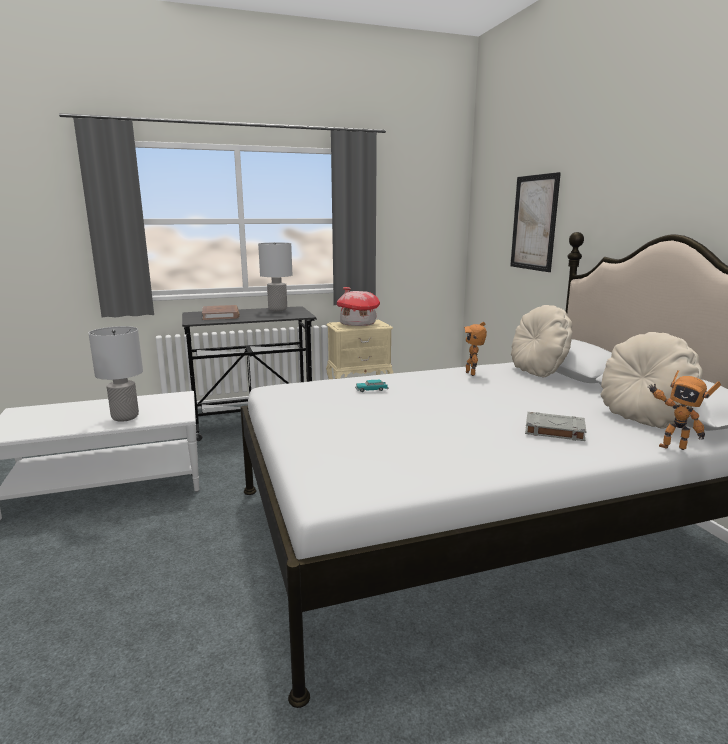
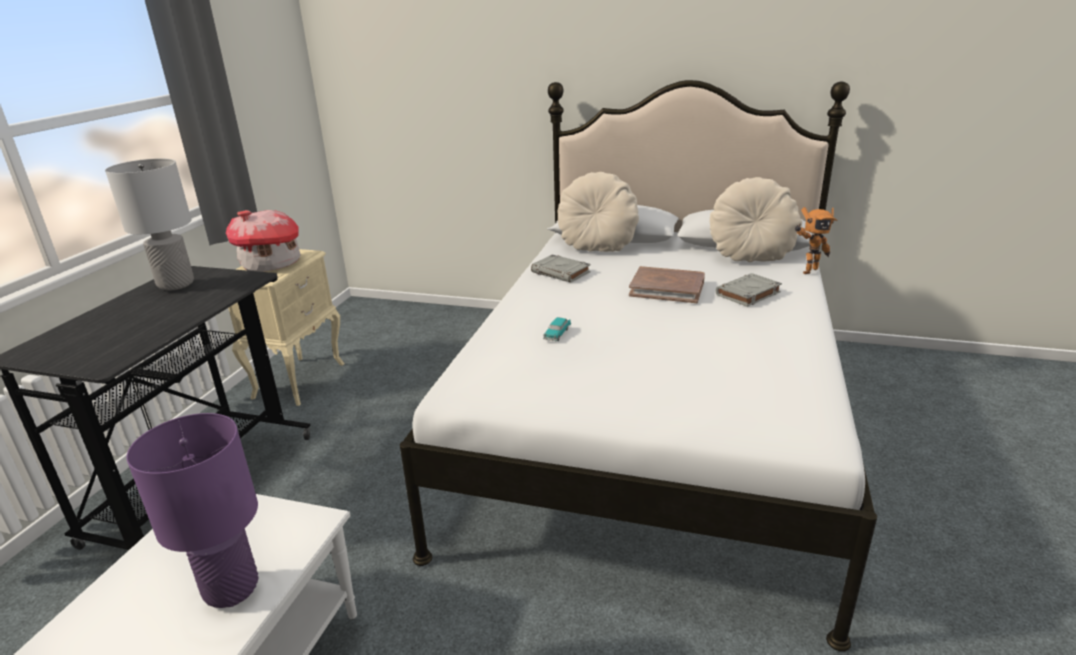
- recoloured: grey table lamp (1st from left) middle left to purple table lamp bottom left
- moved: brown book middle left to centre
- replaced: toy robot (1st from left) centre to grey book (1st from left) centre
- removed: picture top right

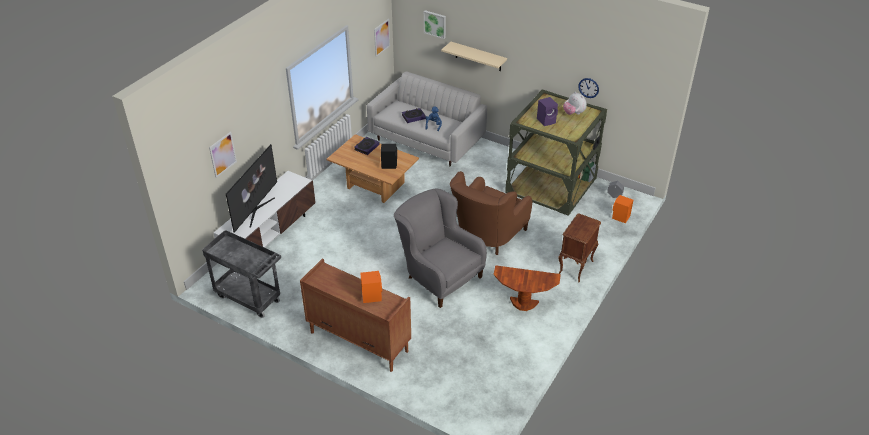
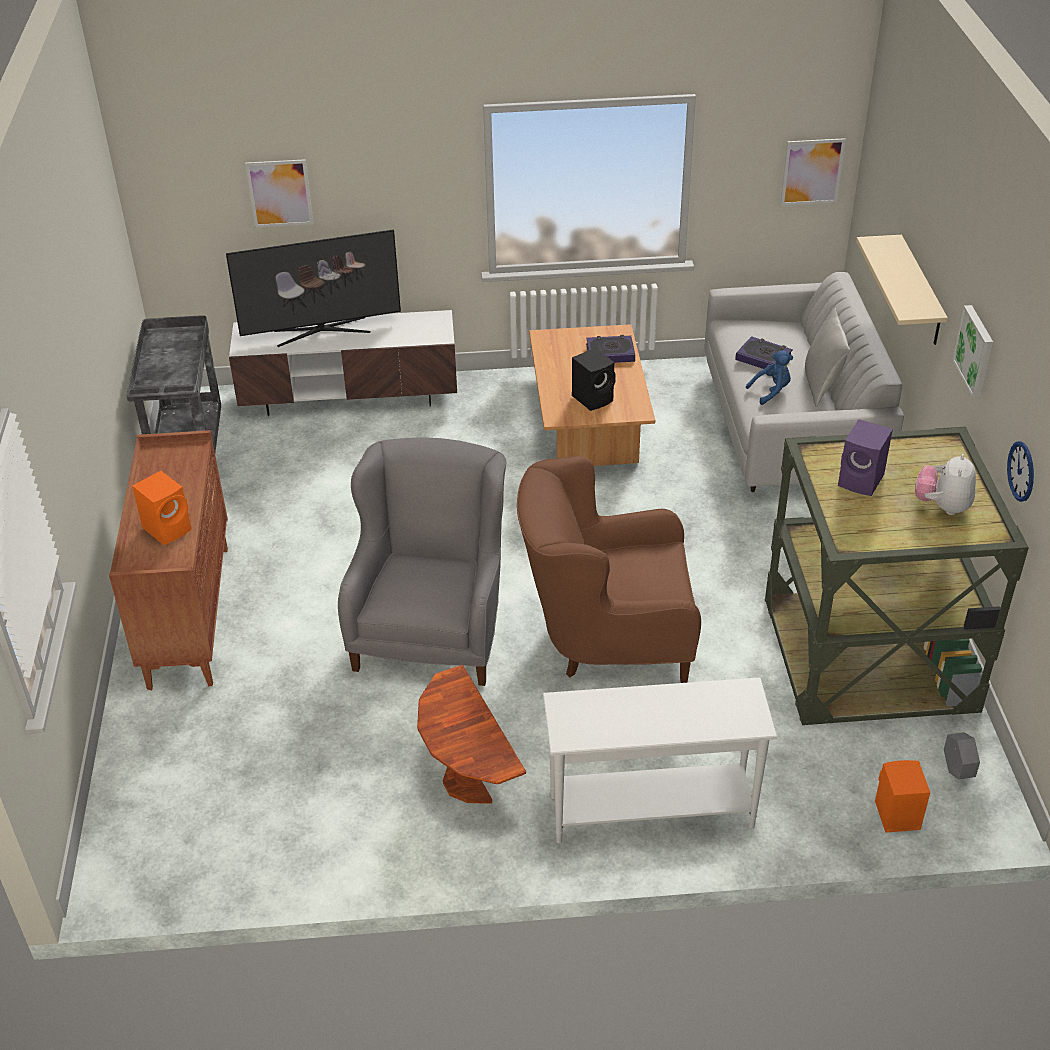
- moved: picture (3rd from left) top centre to middle right
- replaced: brown nightstand centre to white console table bottom centre
- added: grey pillow middle right

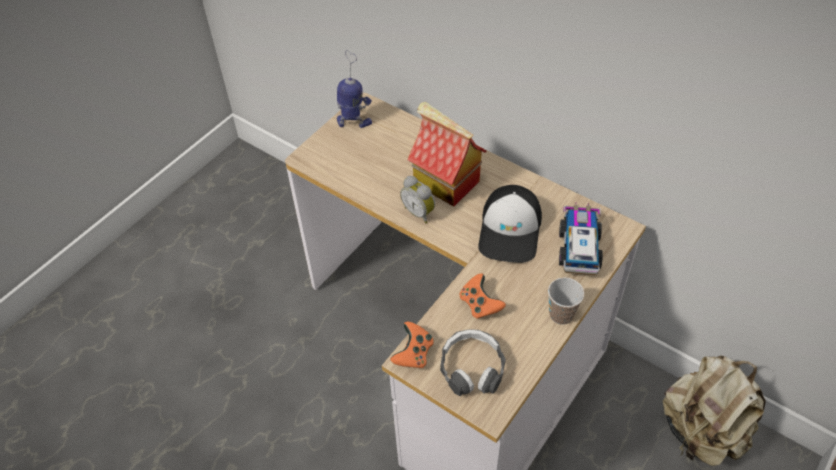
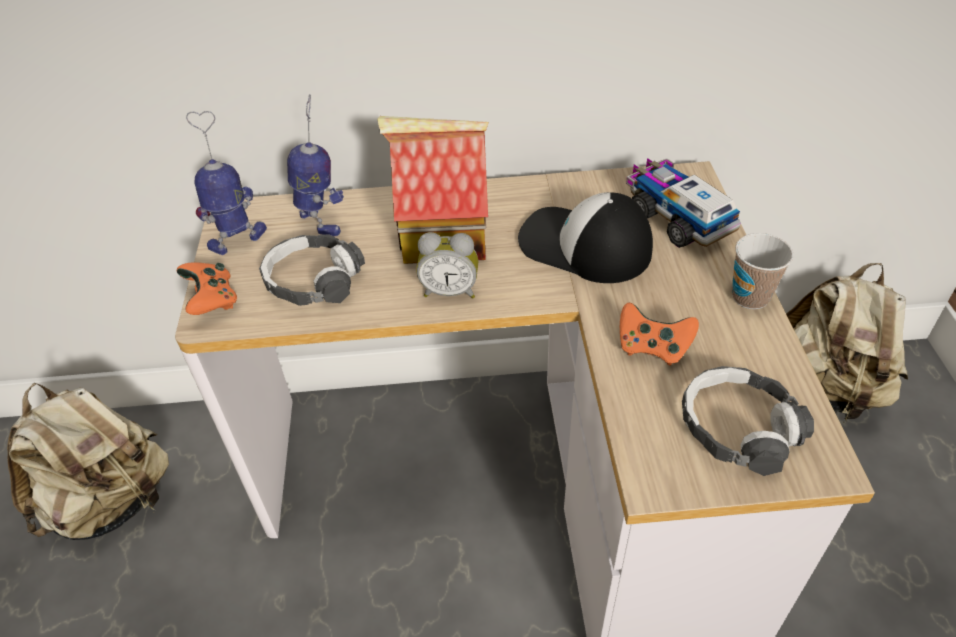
- moved: orange game controller (1st from left) bottom centre to middle left
- turned: cap centre = centre 150 degrees clockwise
- added: beige backpack (1st from left) bottom left
- added: headphones (1st from left) middle left
- added: toy robot (2nd from left) top left

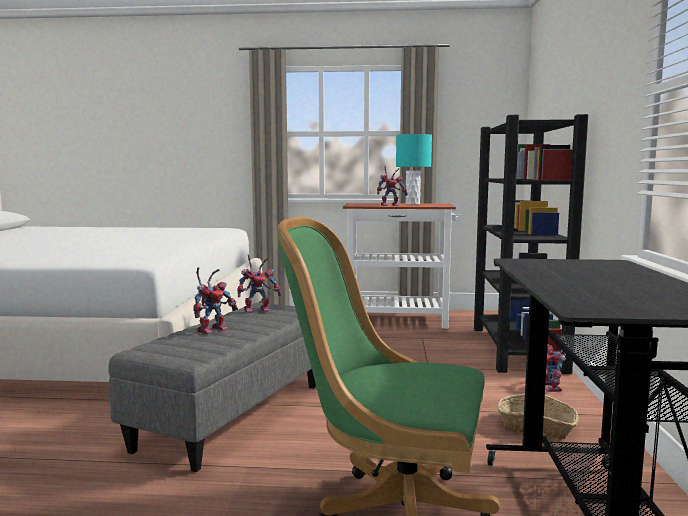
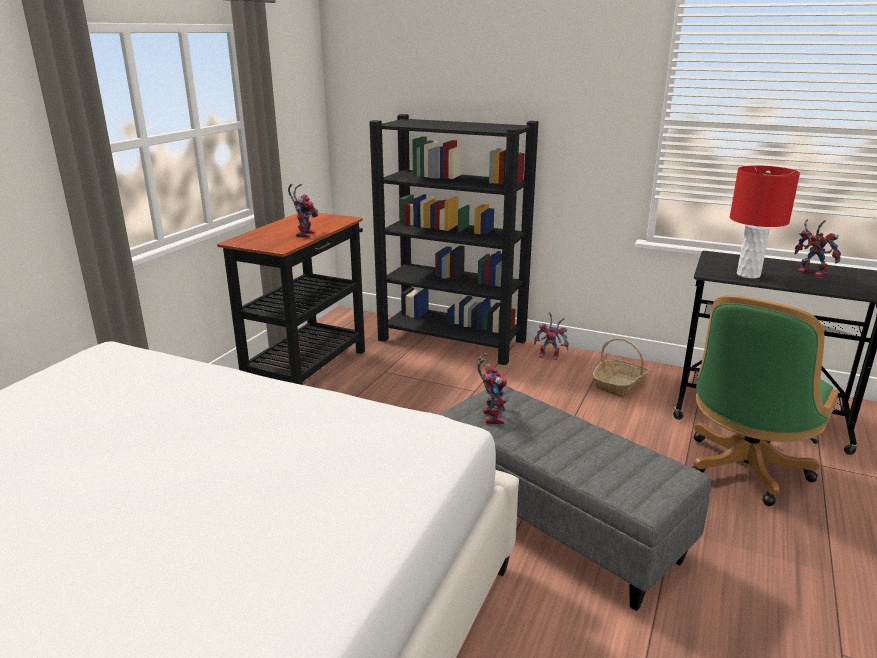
- moved: toy robot (1st from left in the first image) middle left to toy robot (4th from left) middle right
- recoloured: white cart centre to black cart middle left
- removed: turquoise table lamp top centre
- added: red table lamp middle right

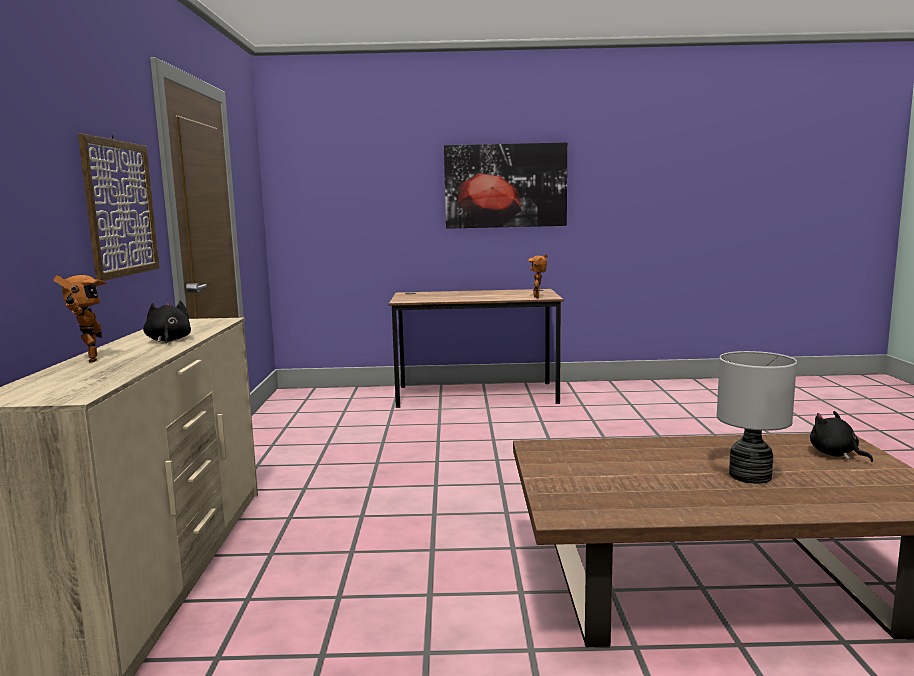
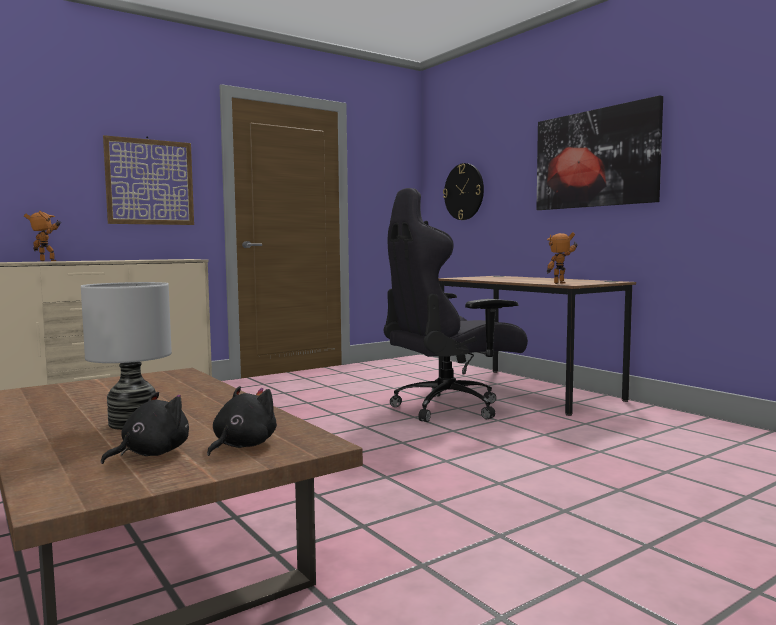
- turned: toy robot (1st from left) middle left = middle left 120 degrees counterclockwise
- moved: black plush toy (1st from left) middle left to bottom left
- added: black office chair centre
- added: wall clock top centre

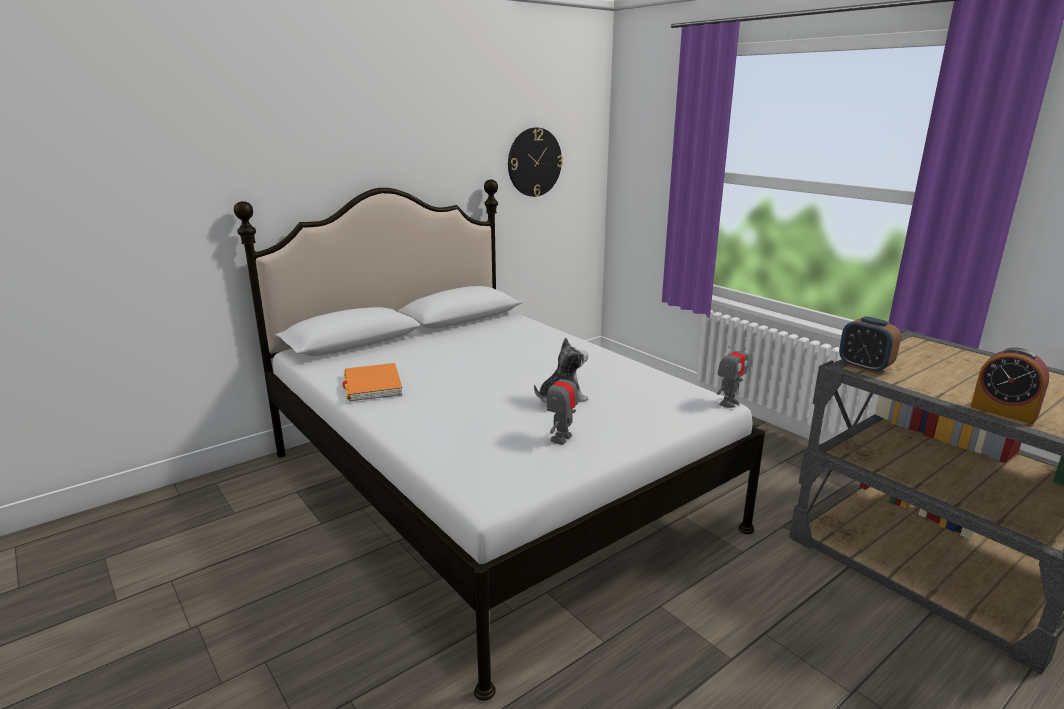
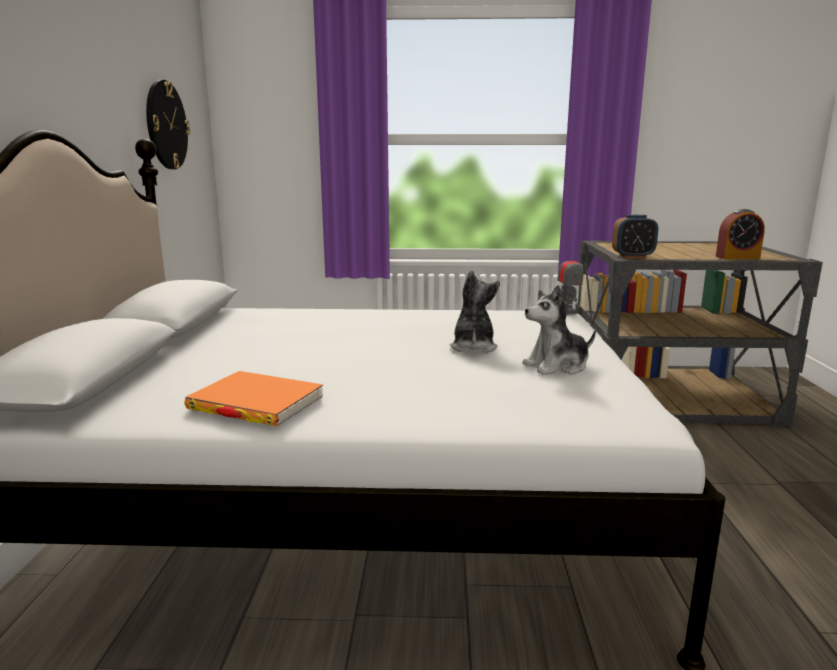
- replaced: toy robot (1st from left) centre to plush toy (2nd from left) middle right

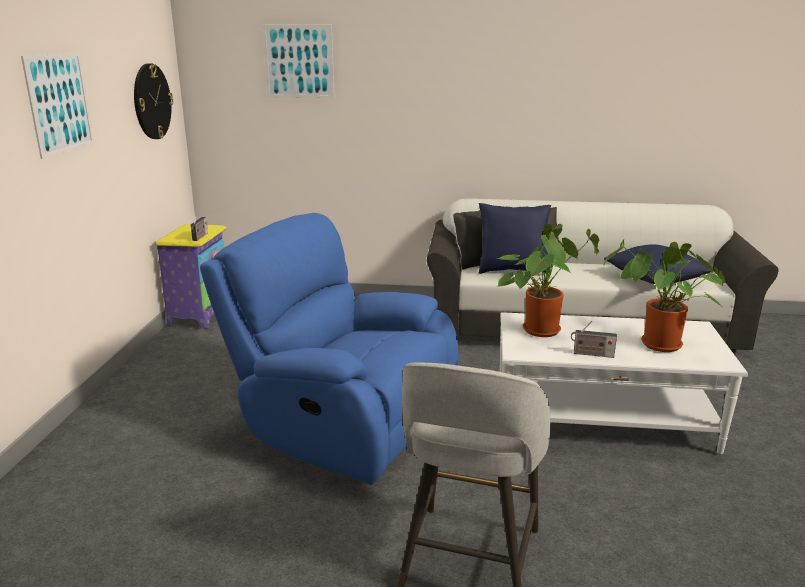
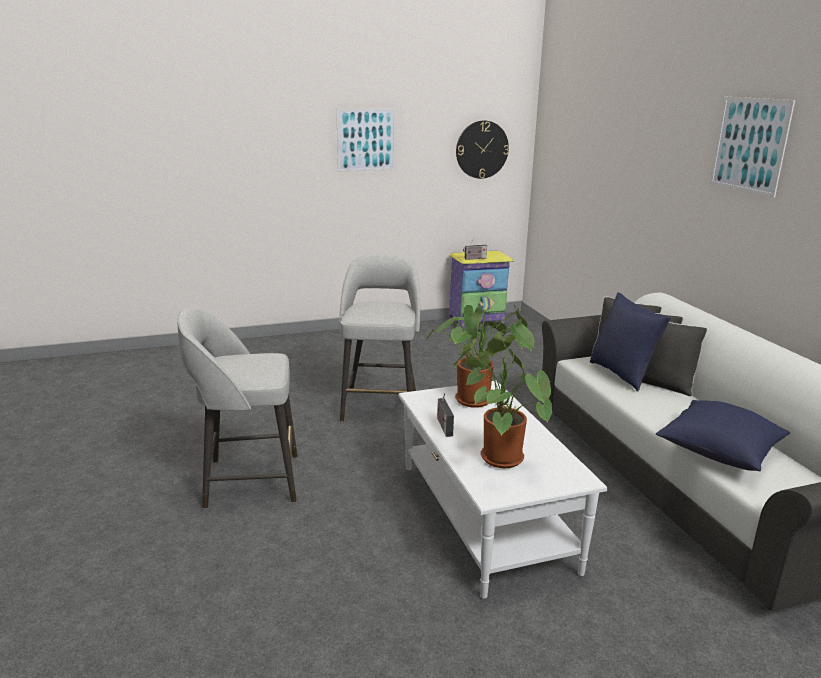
- replaced: blue armchair centre to grey stool (2nd from left) centre
- moved: picture (2nd from left) top centre to top right

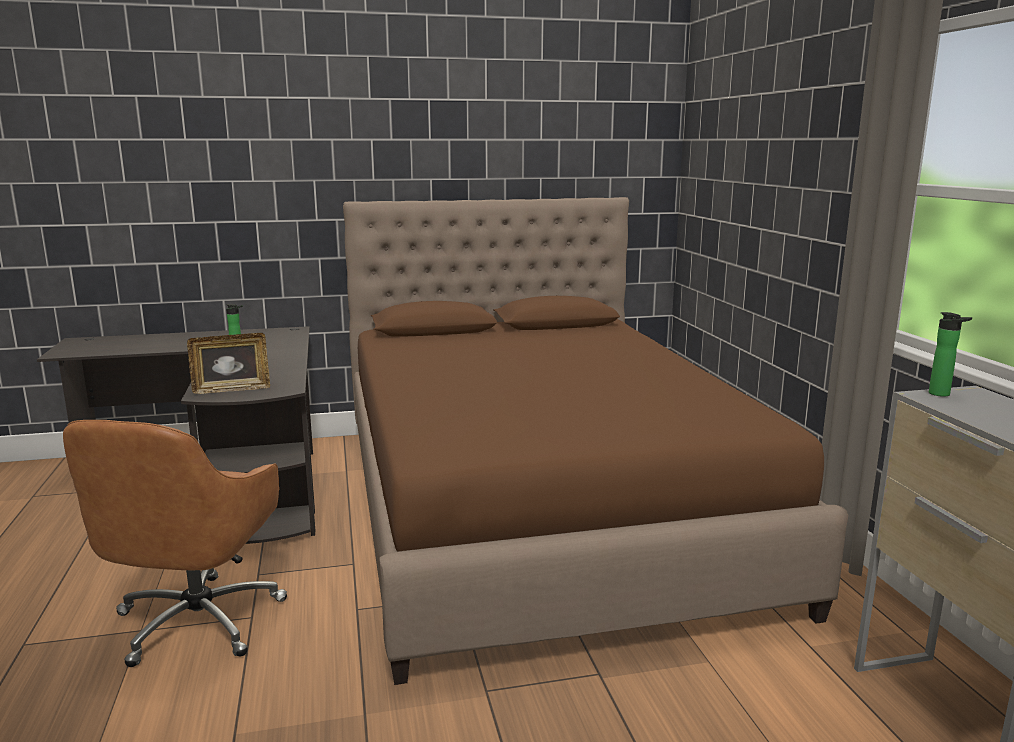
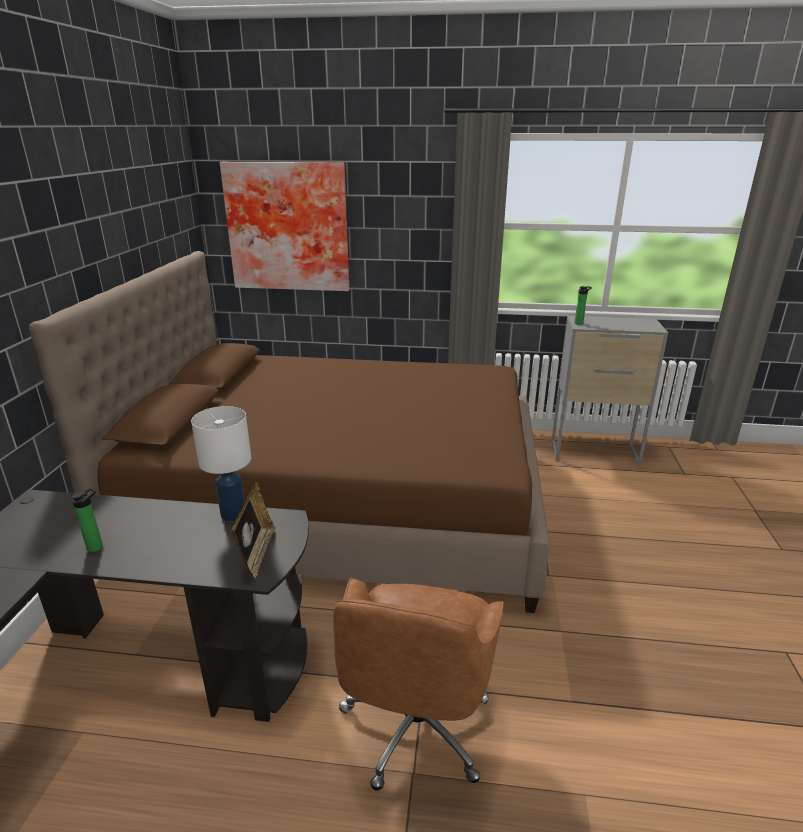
- turned: brown office chair bottom left = bottom centre 75 degrees clockwise
- added: white table lamp middle left
- added: picture top centre

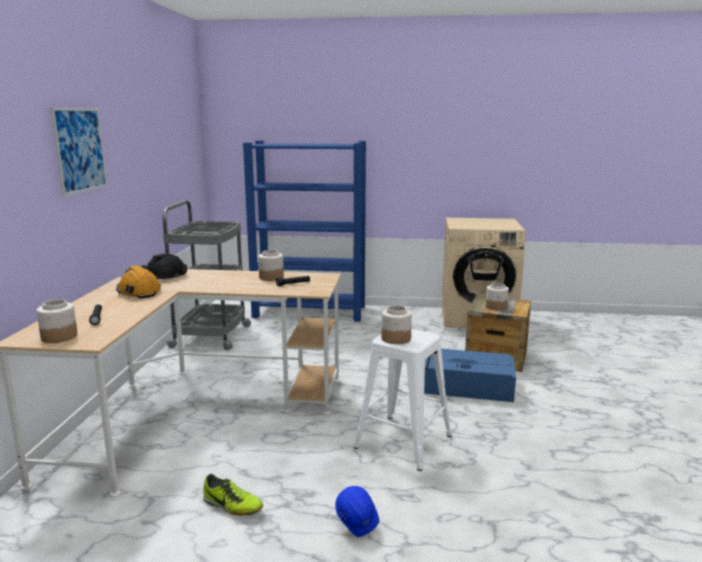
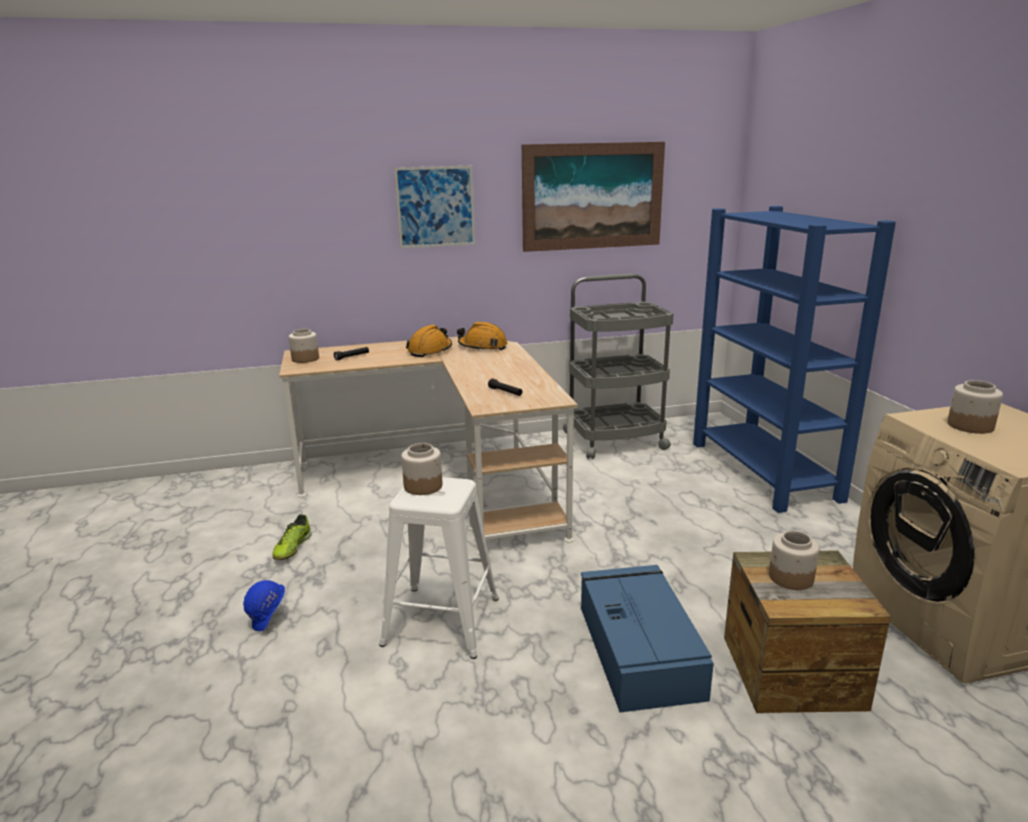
- recoloured: black hard hat middle left to orange hard hat (2nd from left) centre
- moved: jar (2nd from left in the first image) centre to jar (4th from left) middle right
- added: picture (2nd from left) top centre

